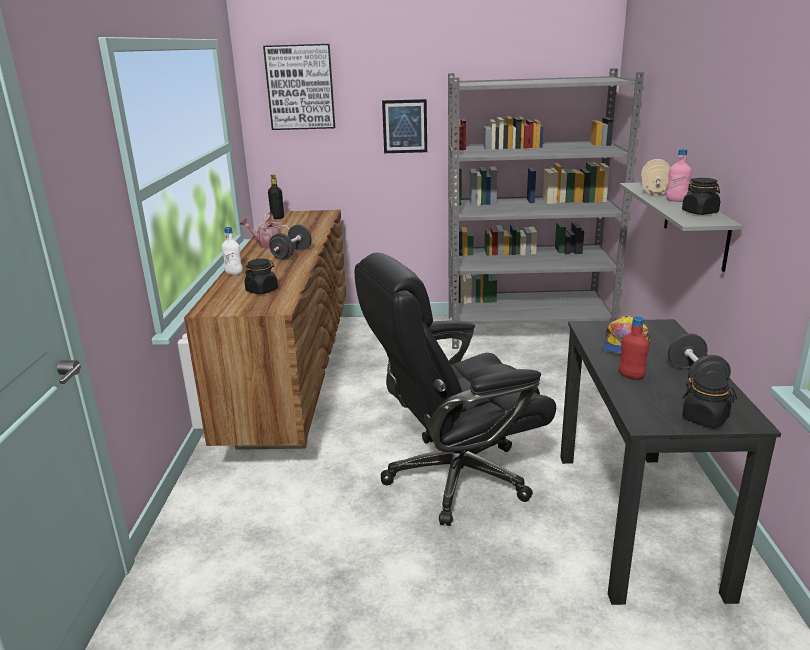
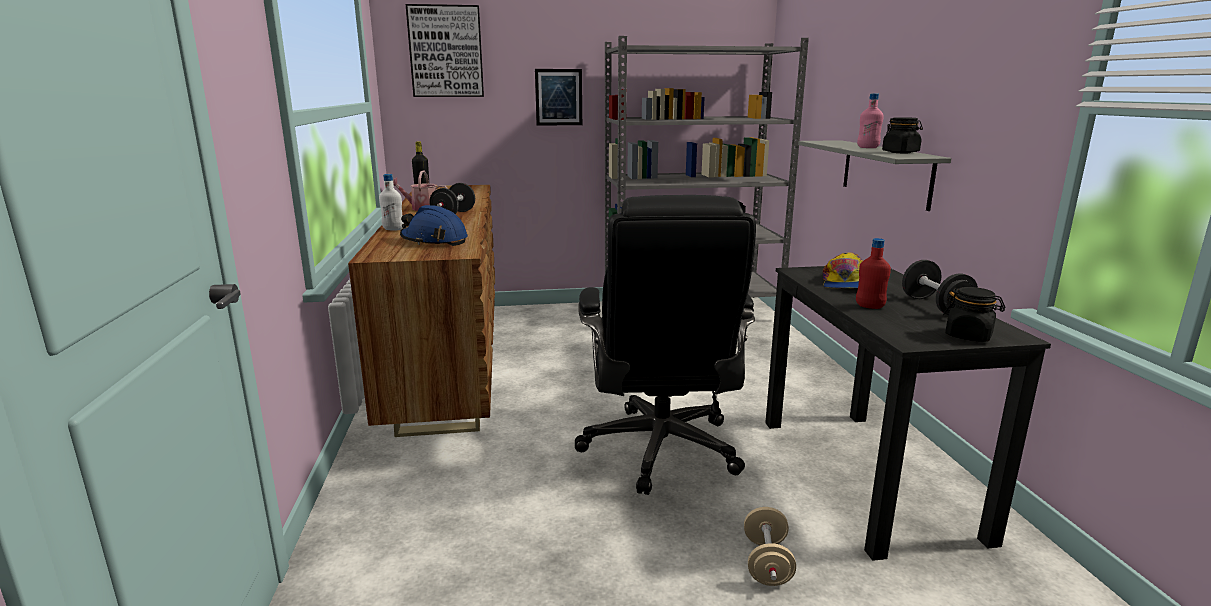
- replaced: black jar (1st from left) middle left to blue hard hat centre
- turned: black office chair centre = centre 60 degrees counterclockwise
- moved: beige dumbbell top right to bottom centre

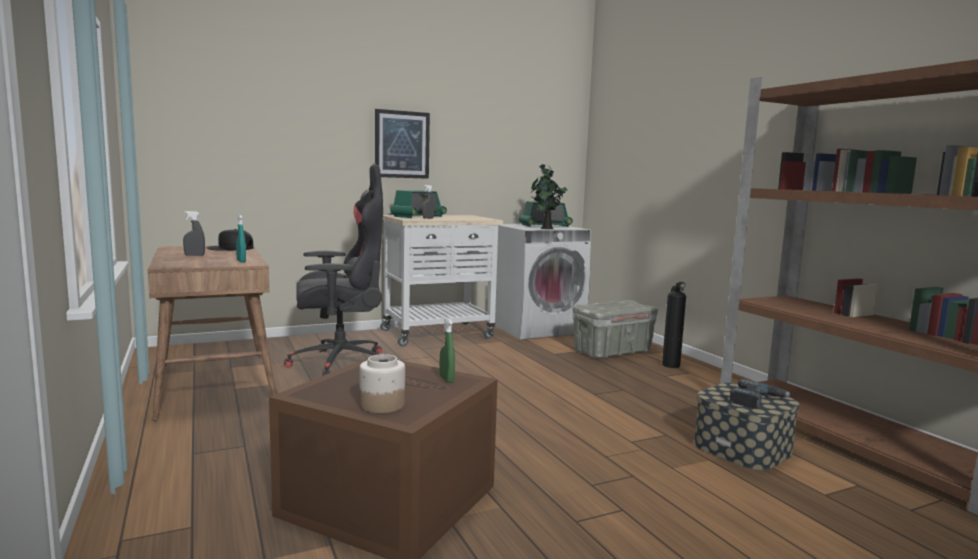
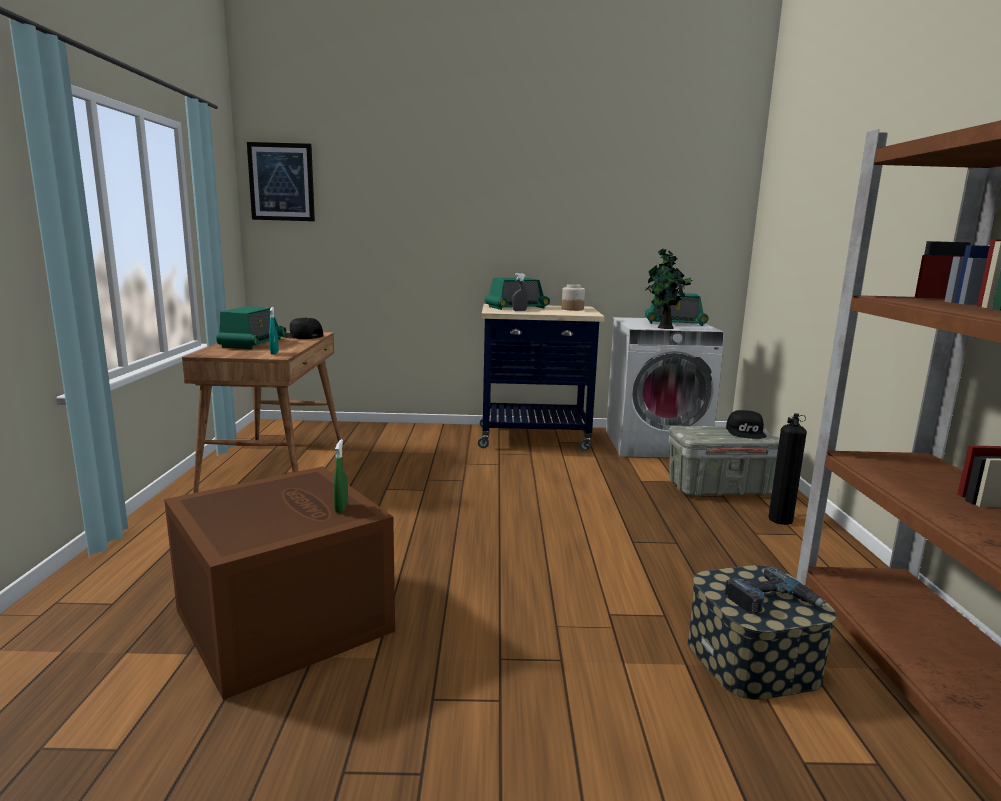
- replaced: grey spray bottle (1st from left) middle left to radio (1st from left) middle left
- removed: black office chair centre
- moved: jar bottom centre to centre
- moved: picture top centre to top left
- recoloured: white cart centre to blue cart centre
- added: black cap (2nd from left) middle right

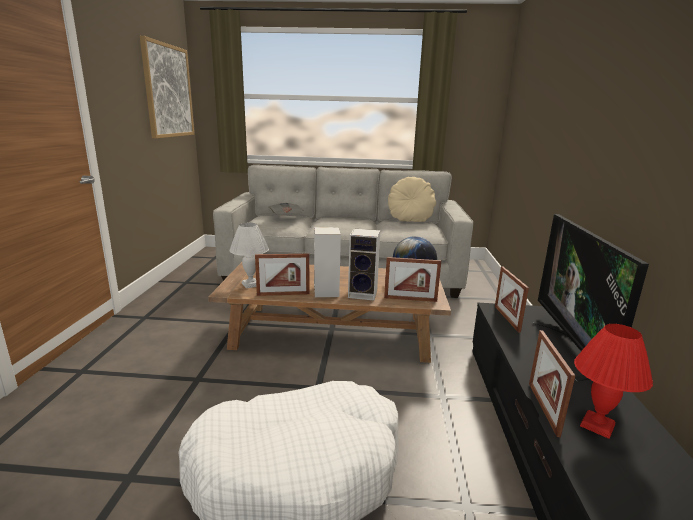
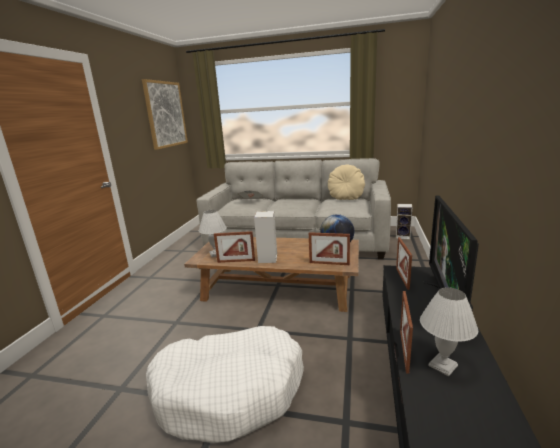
- moved: speaker (2nd from left) centre to middle right
- recoloured: red table lamp bottom right to white table lamp (2nd from left) bottom right

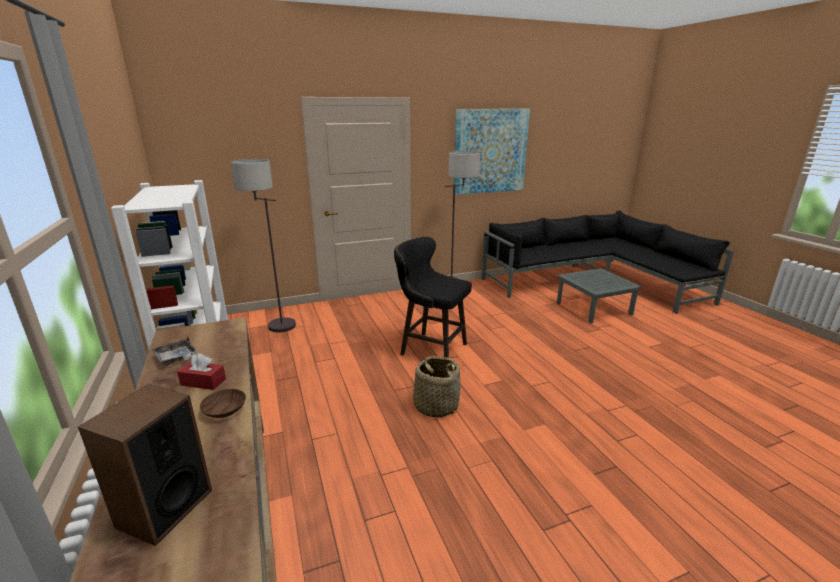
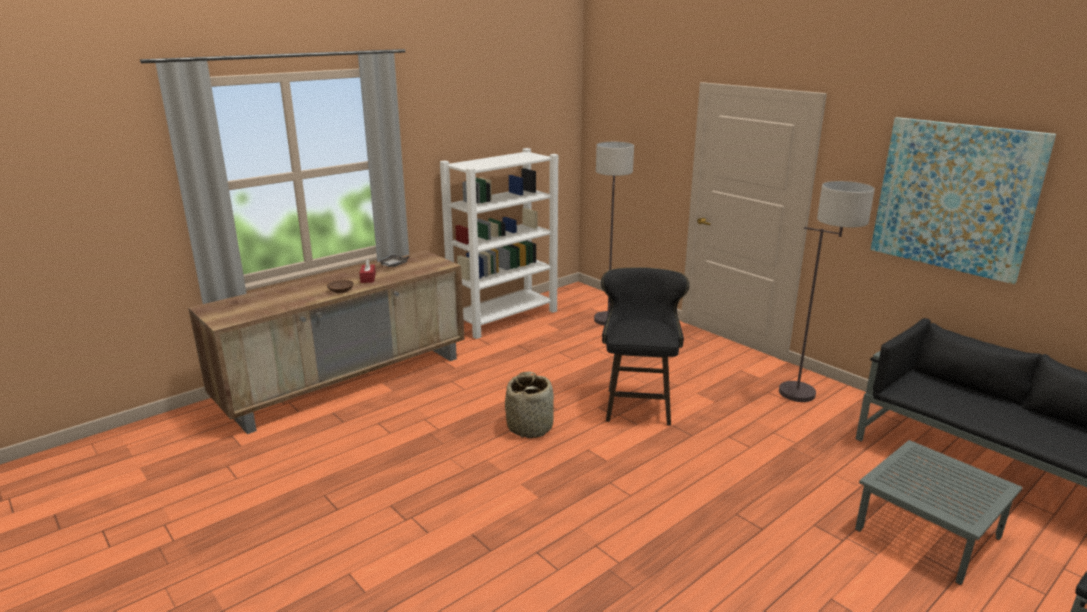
- removed: speaker bottom left

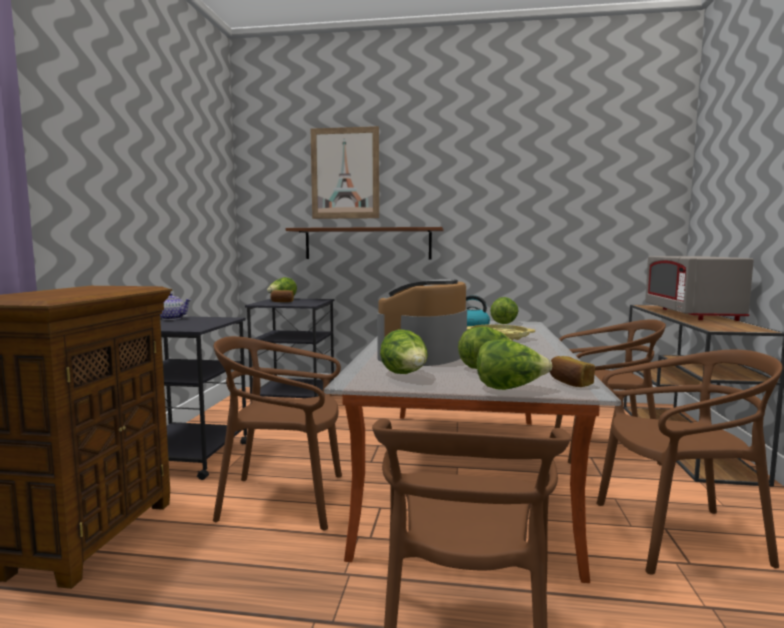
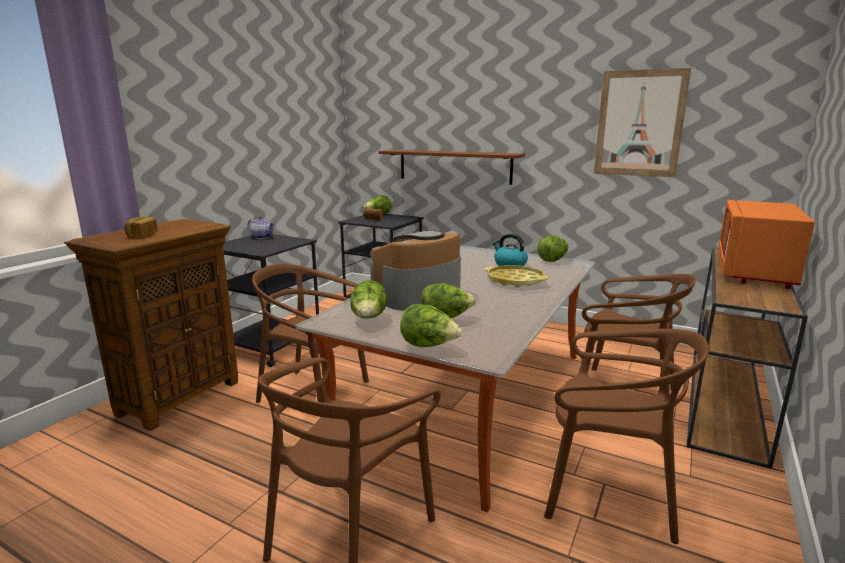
- moved: picture top centre to top right
- moved: bread (2nd from left in the first image) middle right to bread (1st from left) middle left
- recoloured: grey microwave middle right to orange microwave middle right

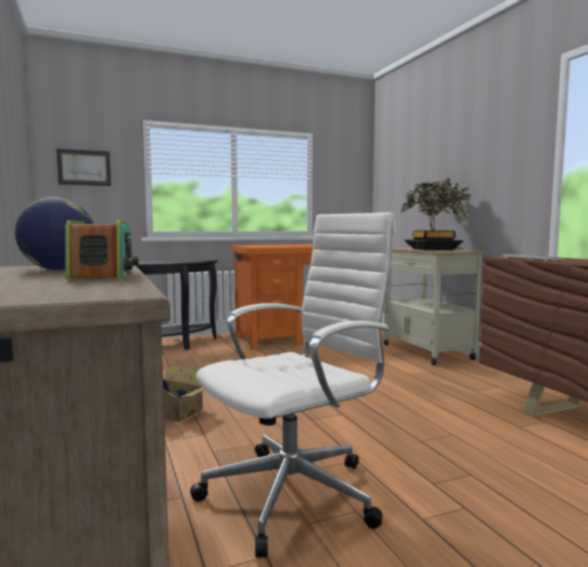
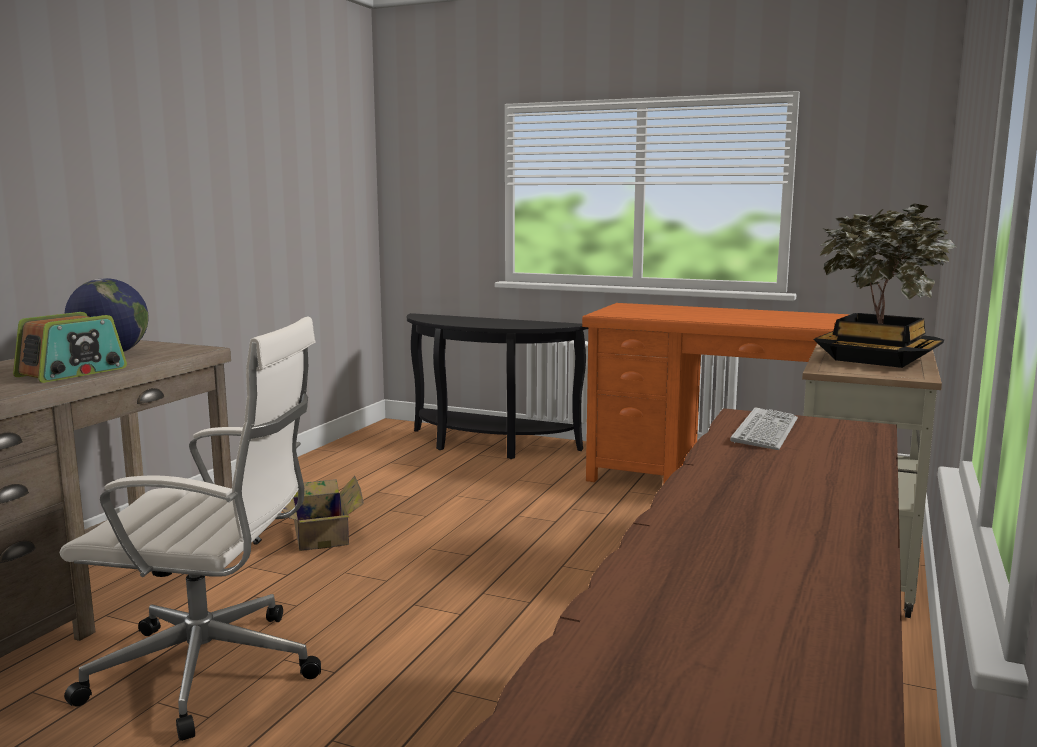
- removed: picture top left

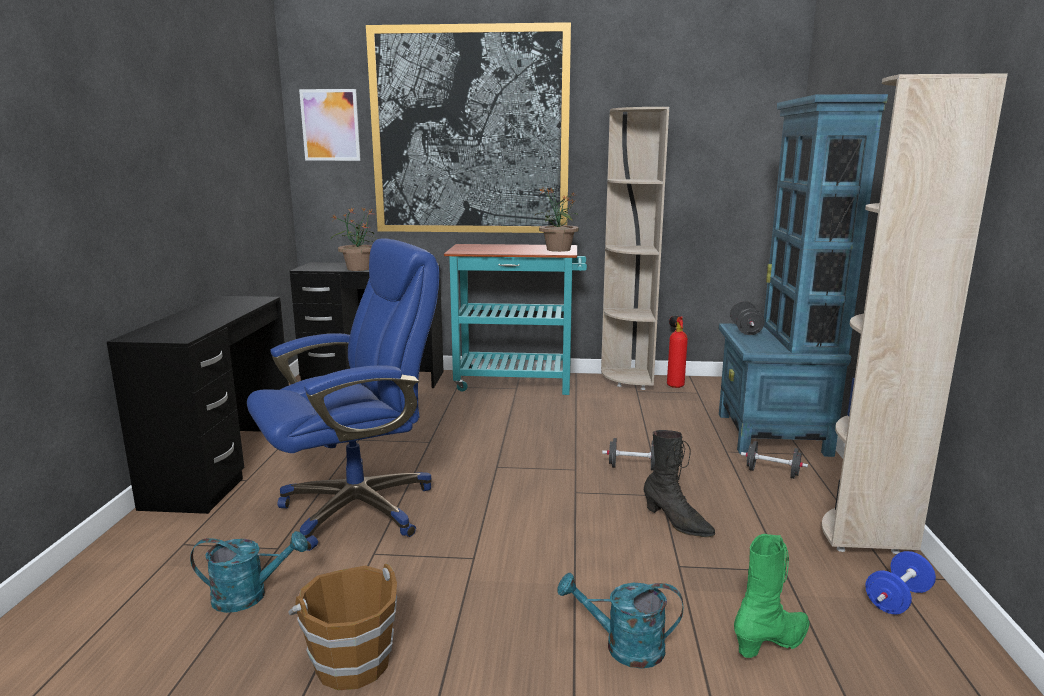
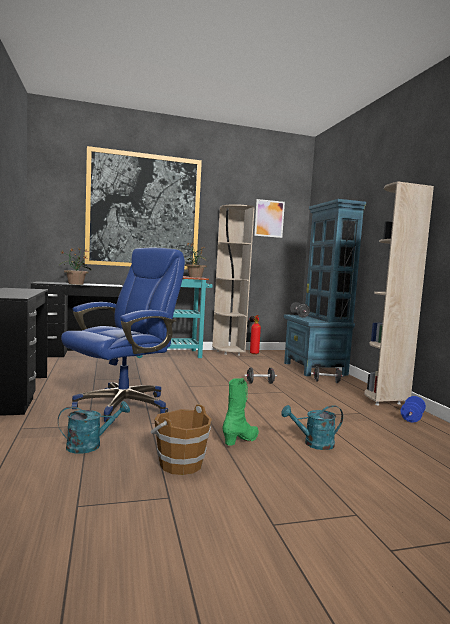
- moved: picture (1st from left in the first image) top left to picture (2nd from left) centre
- removed: black boot bottom centre
- moved: green boot bottom right to centre

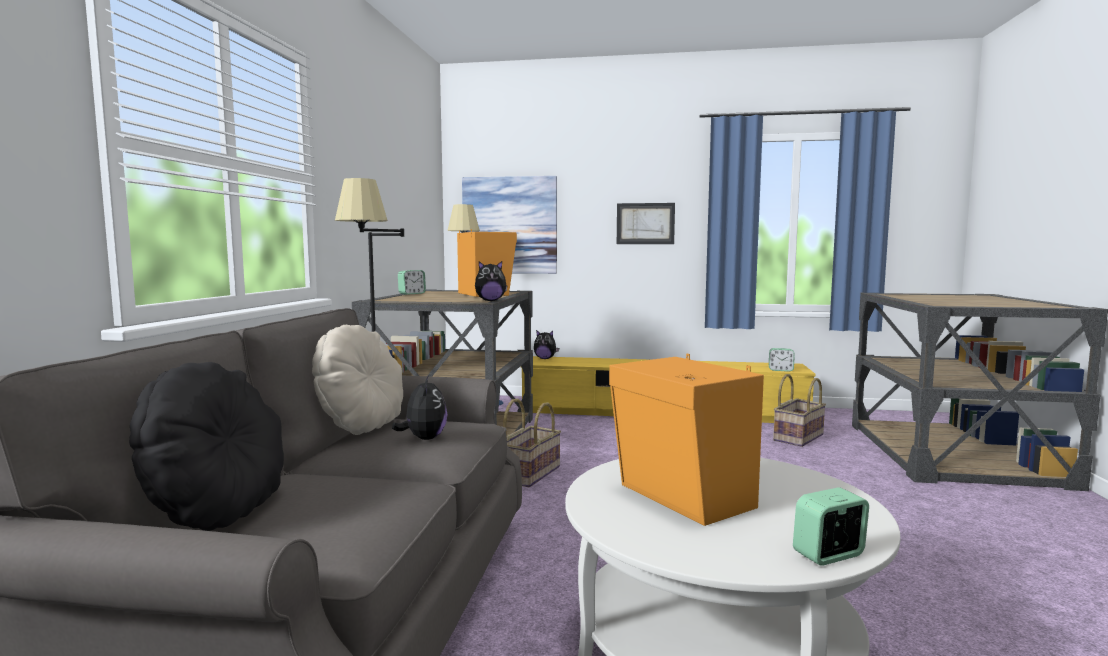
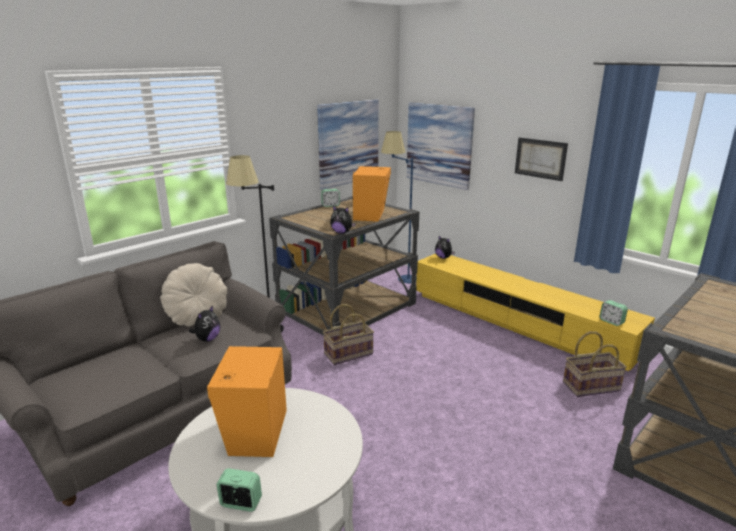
- removed: black pillow bottom left
- added: picture (1st from left) top centre

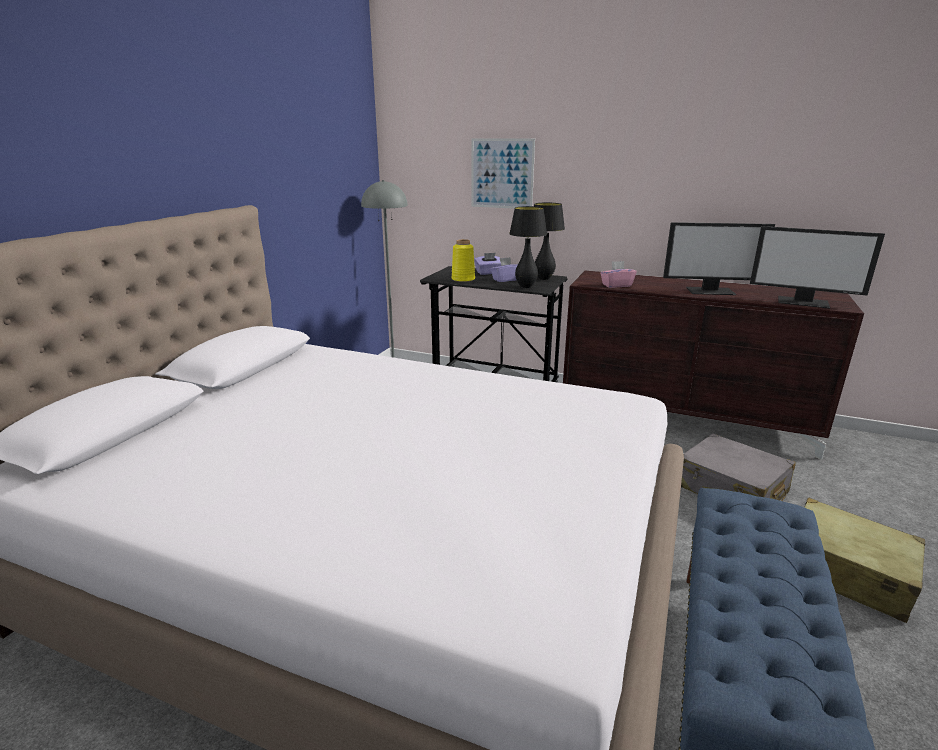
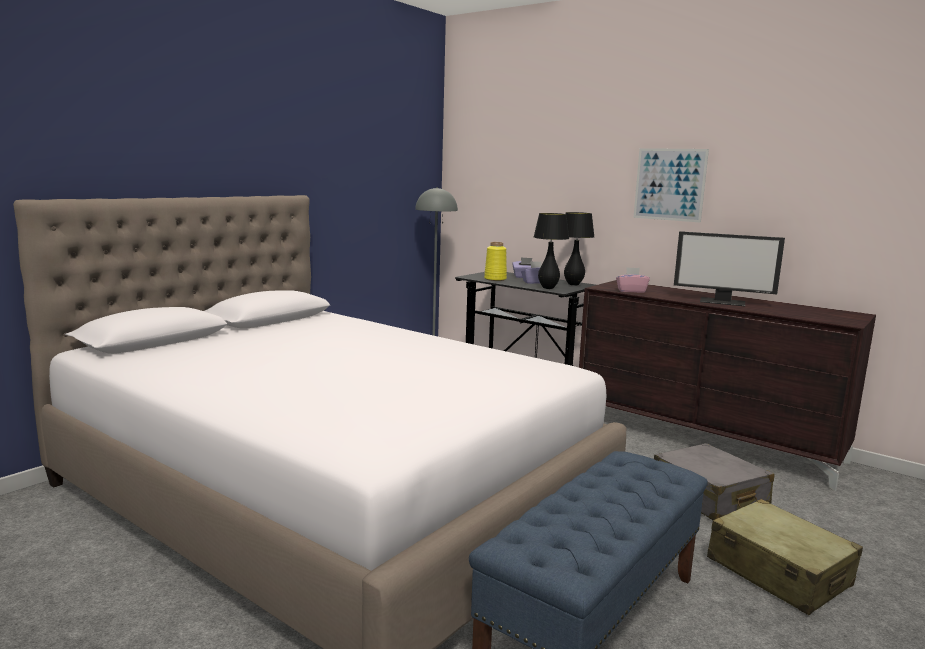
- moved: picture top centre to top right
- removed: monitor (2nd from left) middle right

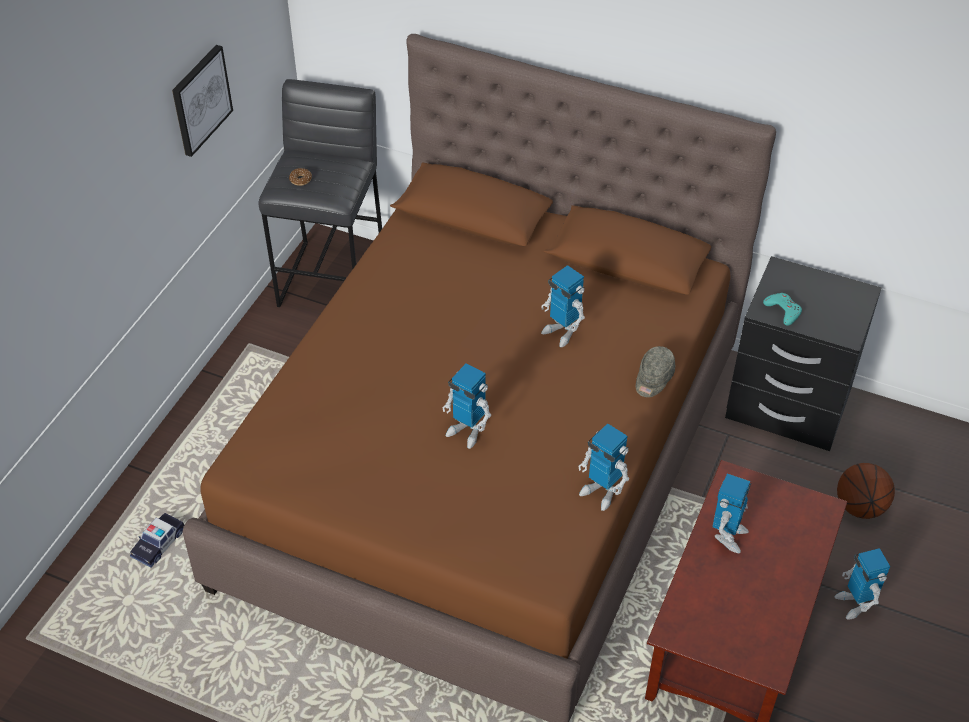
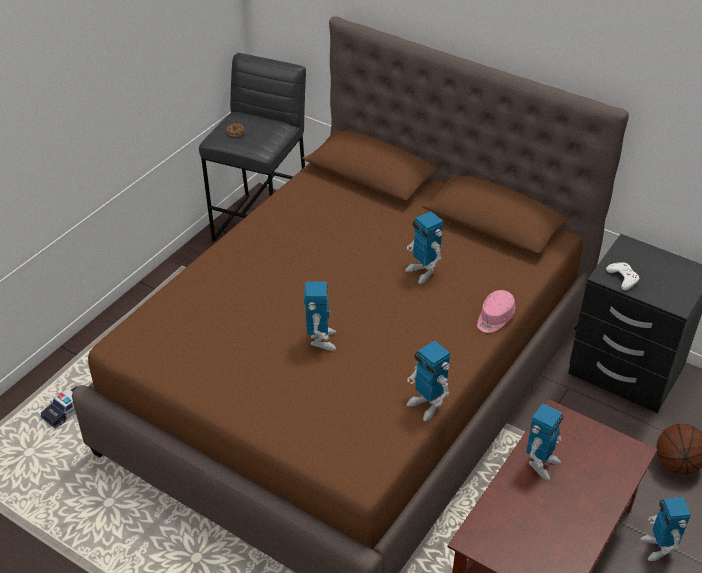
- removed: picture top left
- turned: toy robot (1st from left) centre = centre 135 degrees counterclockwise
- recoloured: grey cap middle right to pink cap middle right
- recoloured: turquoise game controller middle right to white game controller middle right

